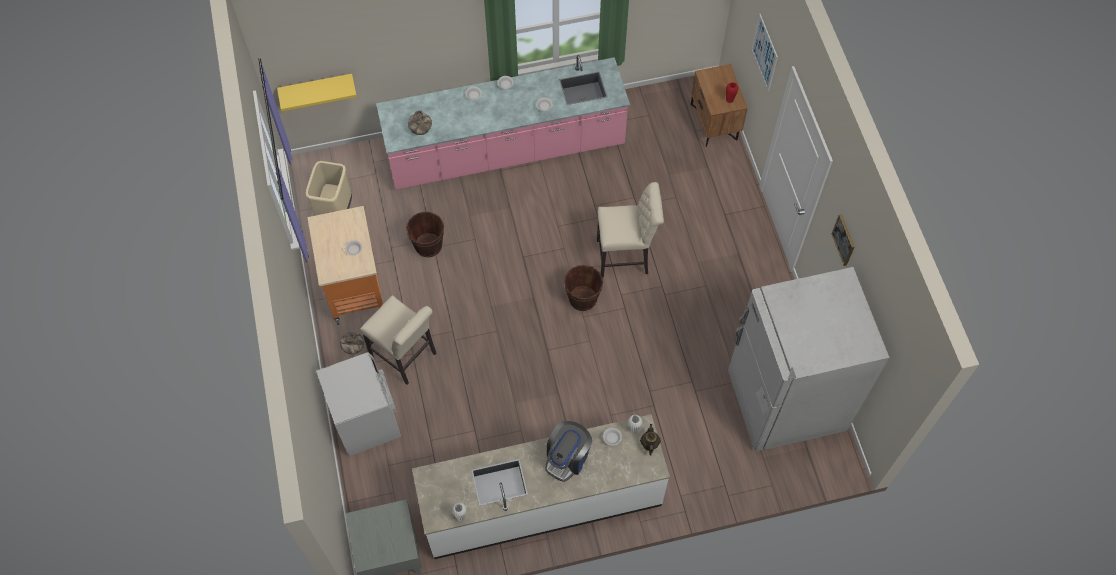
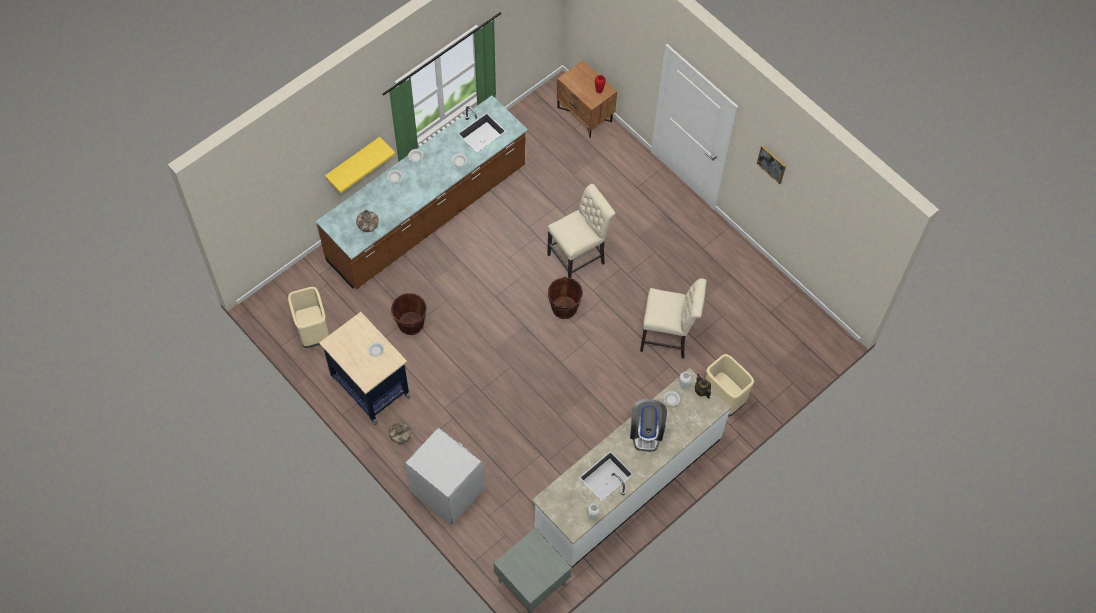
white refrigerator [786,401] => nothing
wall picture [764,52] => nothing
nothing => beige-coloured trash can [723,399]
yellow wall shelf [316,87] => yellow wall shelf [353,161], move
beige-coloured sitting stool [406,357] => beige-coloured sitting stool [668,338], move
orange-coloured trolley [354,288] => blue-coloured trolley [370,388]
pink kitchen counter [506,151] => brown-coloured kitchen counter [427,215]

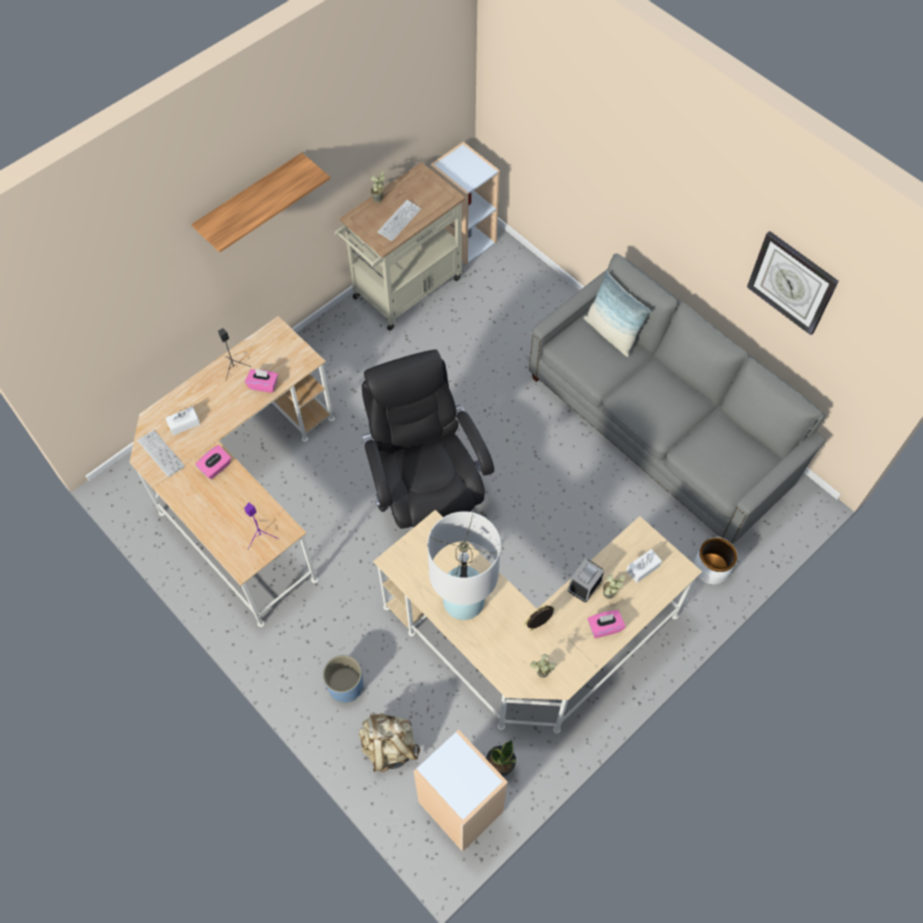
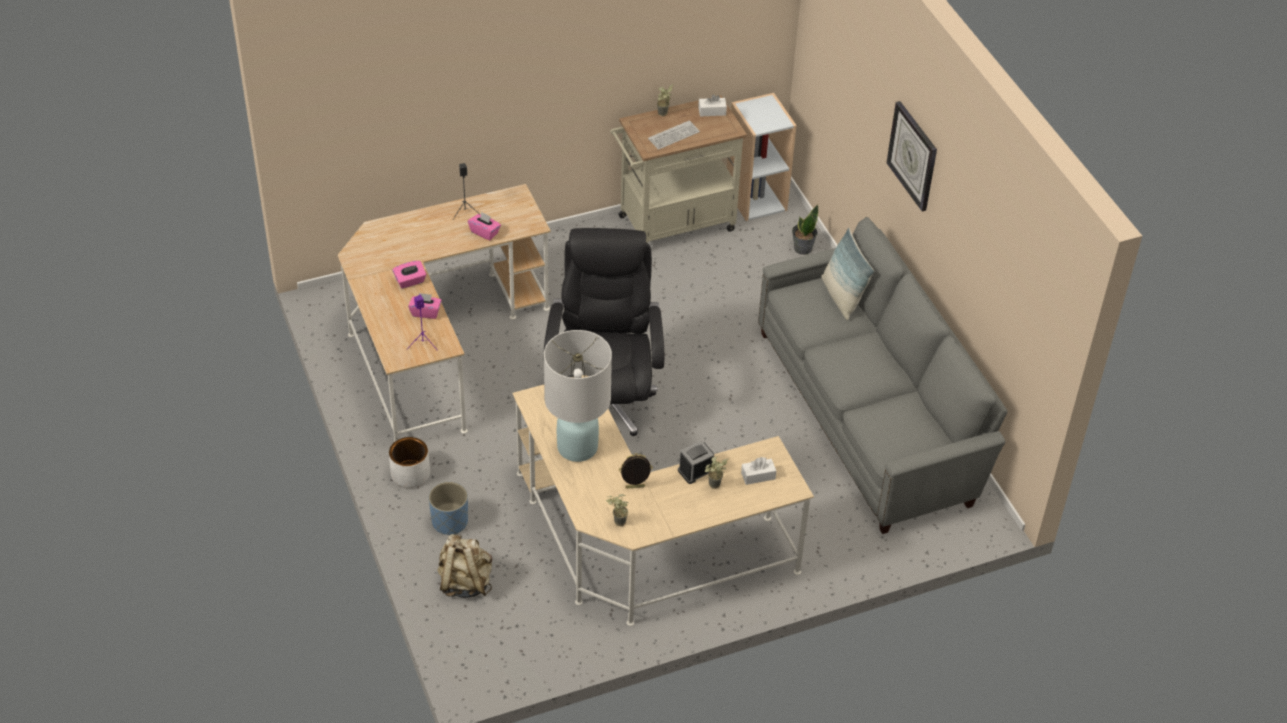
keyboard [161,454] => nothing
wall shelf [251,200] => nothing
bookshelf [461,808] => nothing
white tissue holder [184,424] => white tissue holder [712,111], move
plant in a pot [500,767] => plant in a pot [802,248], move
pink tissue holder [604,627] => pink tissue holder [425,312], move
white flower pot [711,567] => white flower pot [410,474], move
clock on the wall [792,282] => clock on the wall [913,155], move

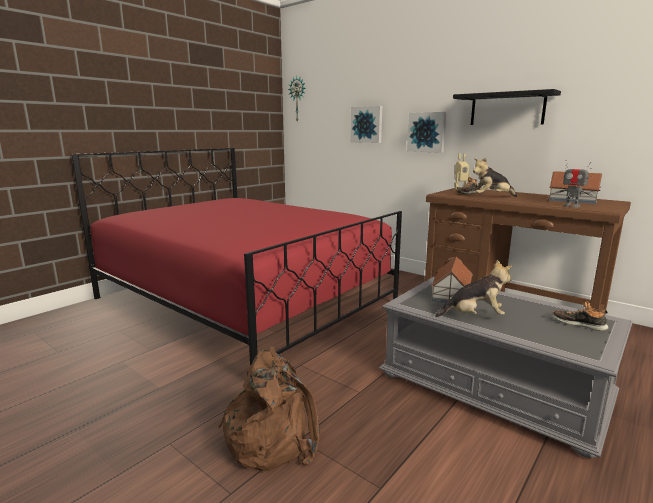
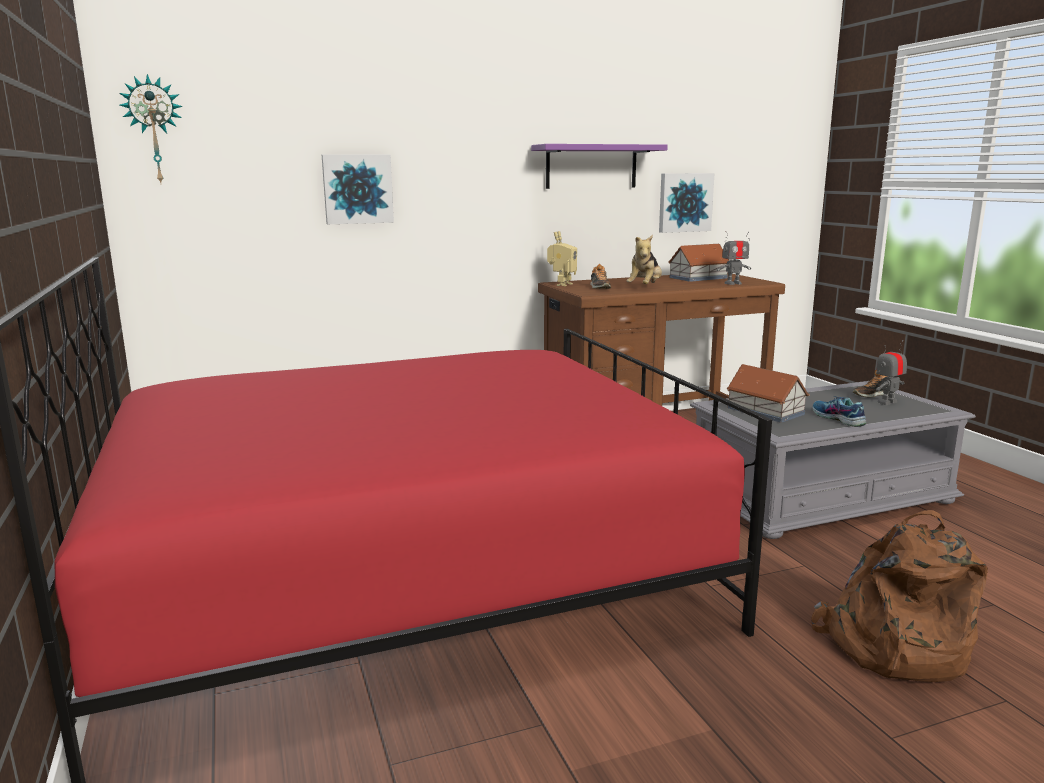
nothing => model robot [887,402]
wall picture [427,132] => wall picture [684,202], move
cuddly toy [474,316] => shoe [837,419]
blackish wall shelf [507,109] => purple-coloured wall shelf [591,166]

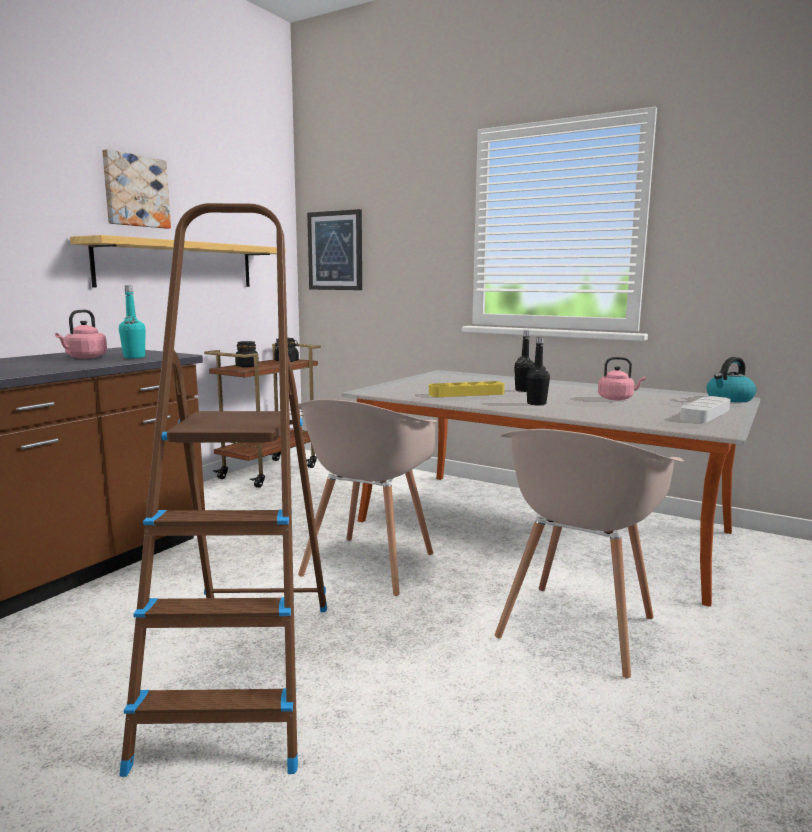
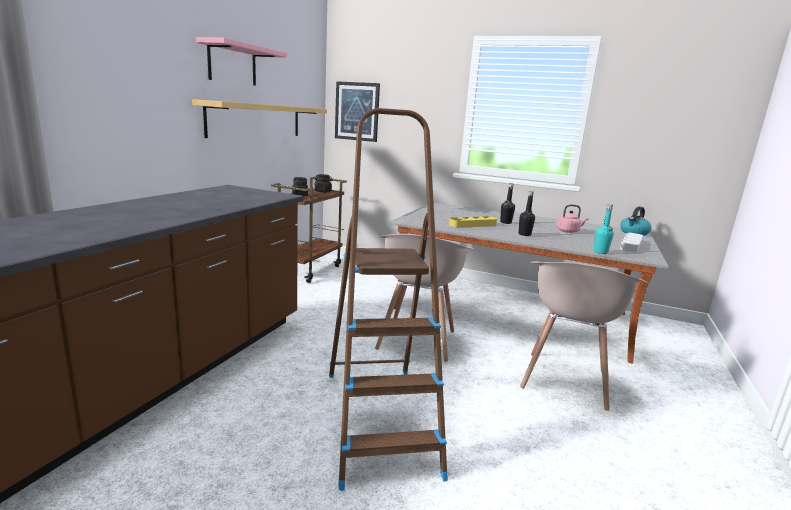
pink kettle [85,357] => nothing
turquoise beverage bottle [134,357] => turquoise beverage bottle [600,252], move
wall picture [135,191] => pink wall shelf [232,64]

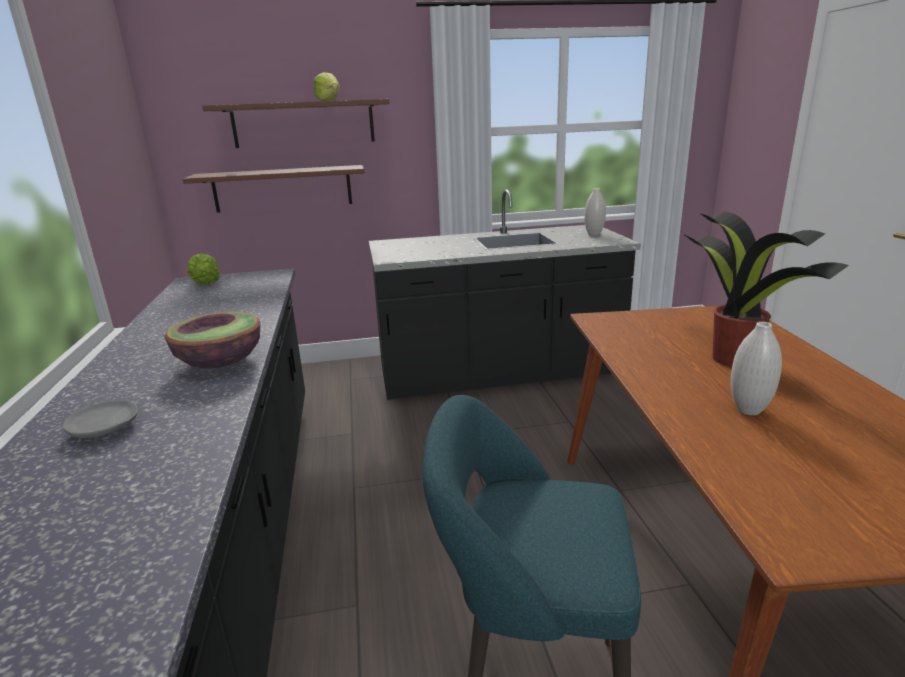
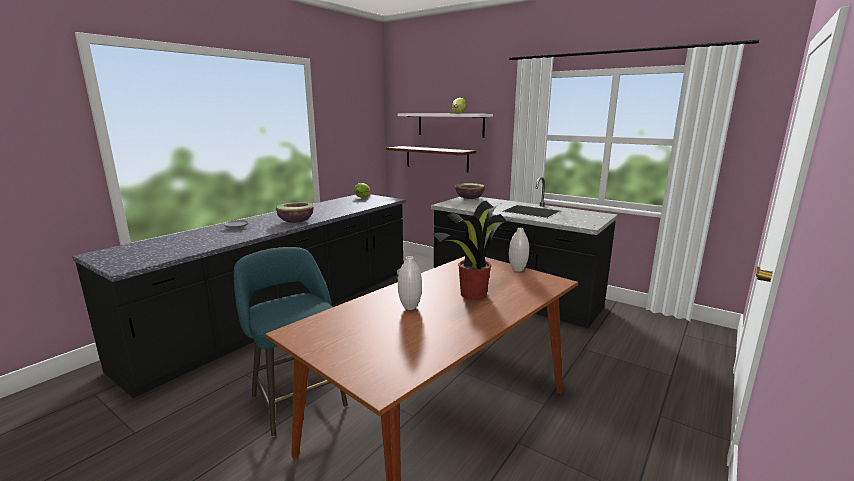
nothing => deep dish [469,198]
white decorative vase [594,234] => white decorative vase [517,270], move
brown-coloured wall shelf [304,124] => white wall shelf [450,125]

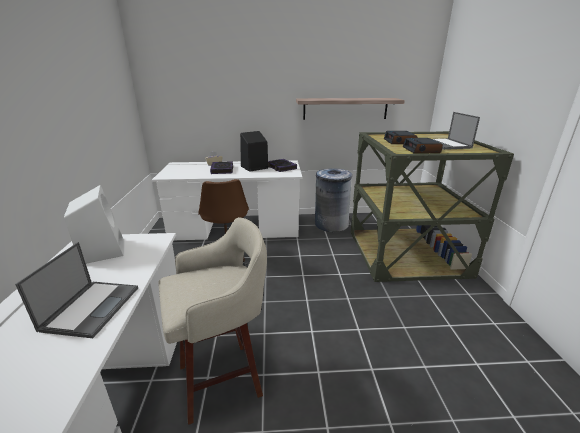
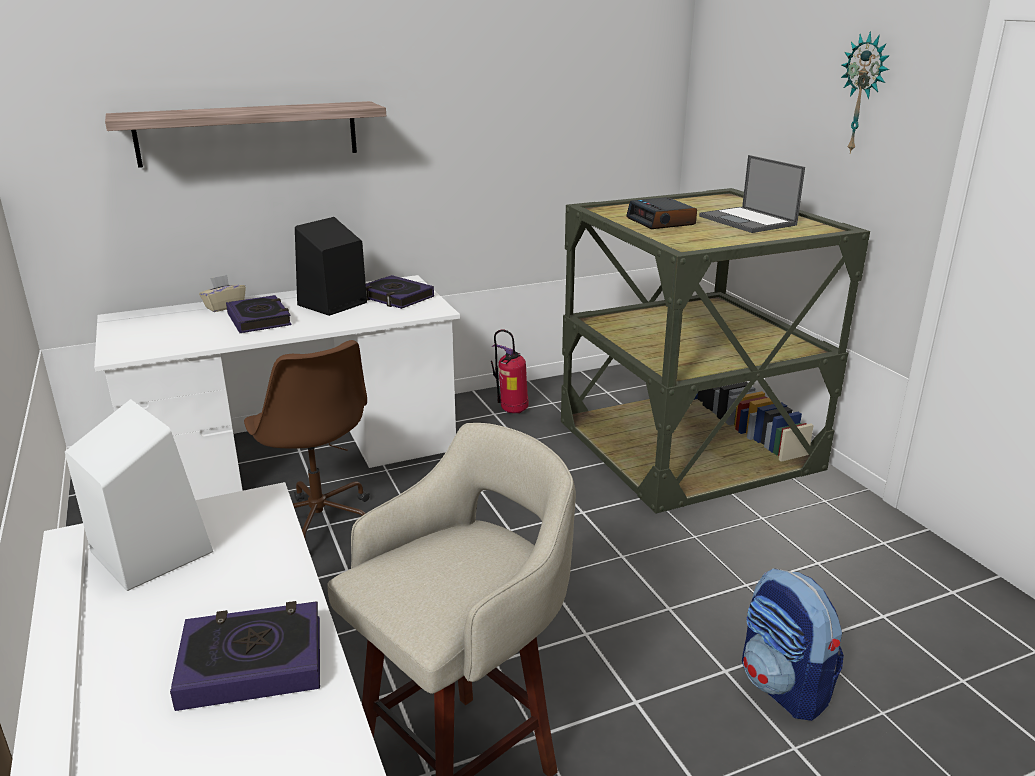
table clock [421,150] => nothing
nothing => rucksack [784,687]
nothing => clock on the wall [863,94]
wall shelf [345,108] => wall shelf [248,133], move
notebook computer [92,307] => volume [252,662]
greyish trash can [331,224] => fire-fighting cylinder [511,411]

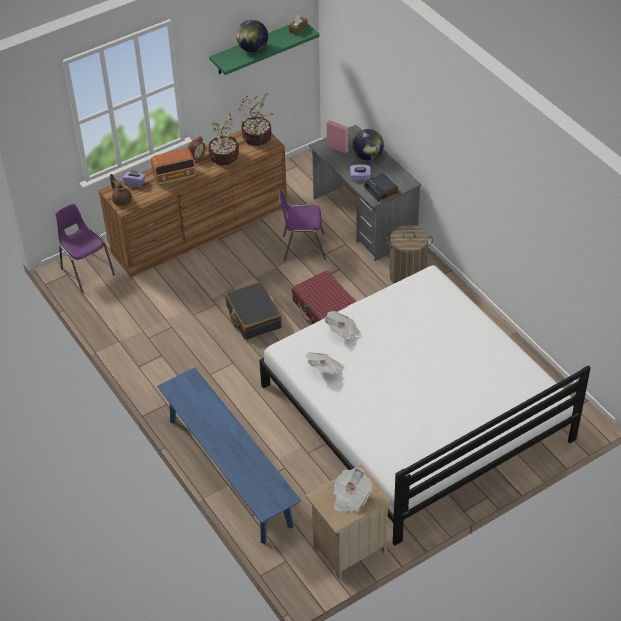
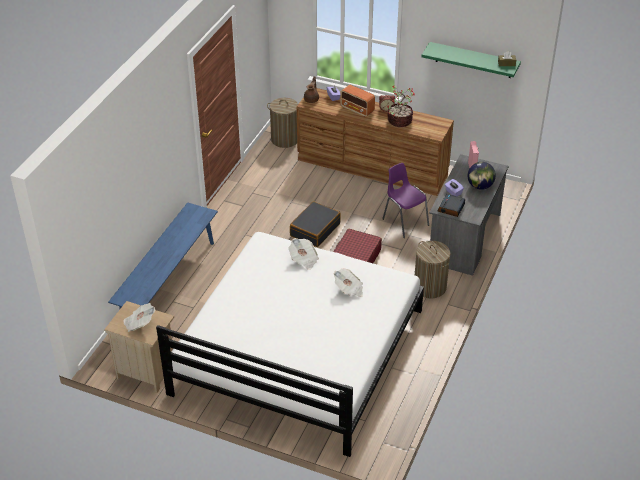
globe [252,49] => nothing
plant in a pot [257,137] => nothing
printed paper [325,369] => printed paper [349,289], move
purple-coloured chair [86,271] => washing basket [285,139]

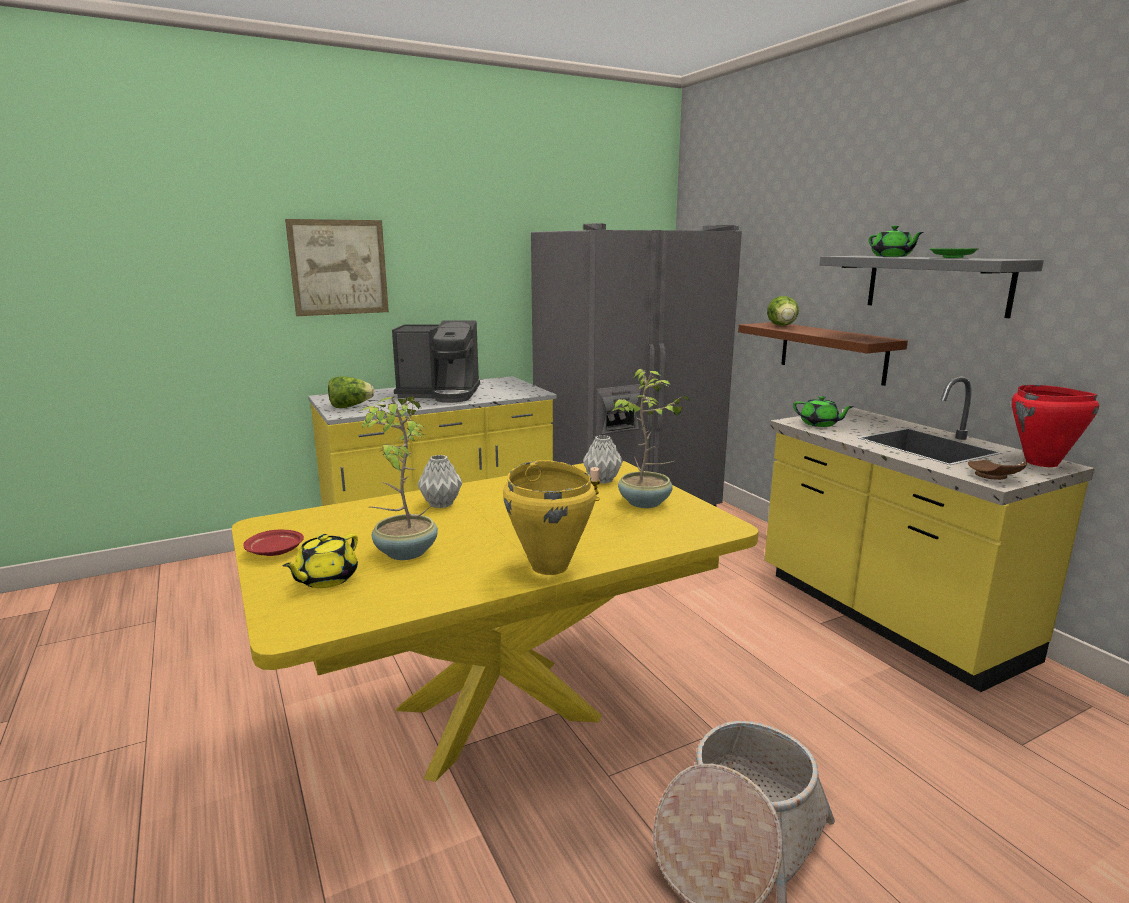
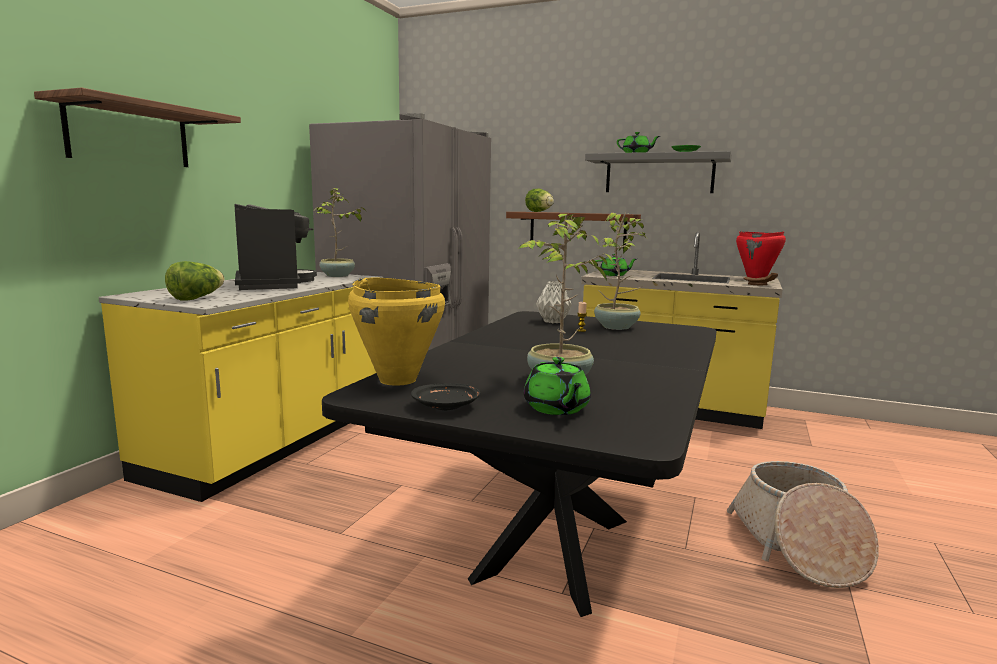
greyish decorative vase [441,504] => nothing
nothing => plant in a pot [338,276]
yellow saucepot [550,566] => yellow saucepot [398,380], move
wall picture [339,267] => wall shelf [129,135]
yellow dinner table [499,714] => blackish dinner table [556,548]
red flat dish [275,551] => blackish flat dish [446,406]
yellow teapot [326,579] => green-coloured teapot [556,408]
coffee brewer [440,394] => coffee brewer [271,284], 75 degrees counterclockwise

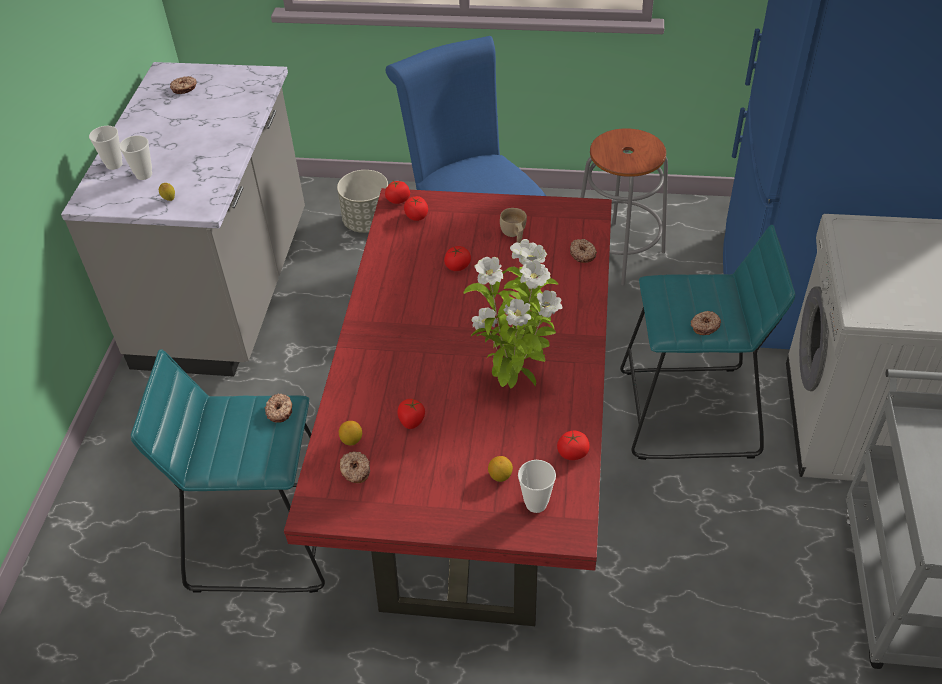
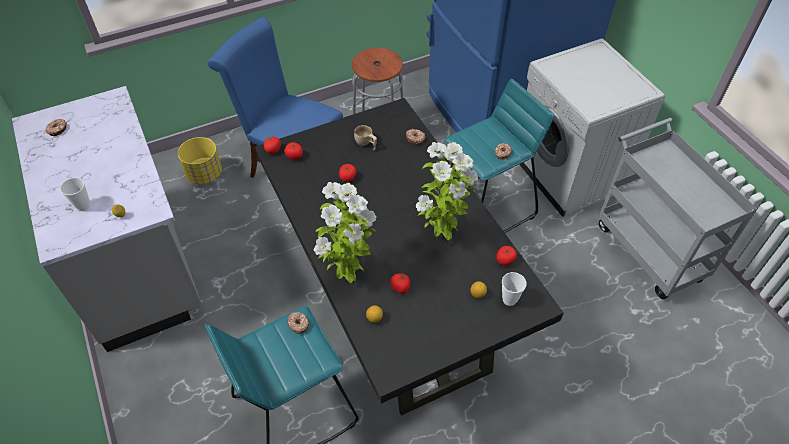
cup [114,164] => nothing
ring doughnut [355,471] => nothing
nothing => plant in a pot [347,274]
red dinner table [478,472] => blackish dinner table [395,301]
greyish flower pot [368,222] => yellow flower pot [205,174]

